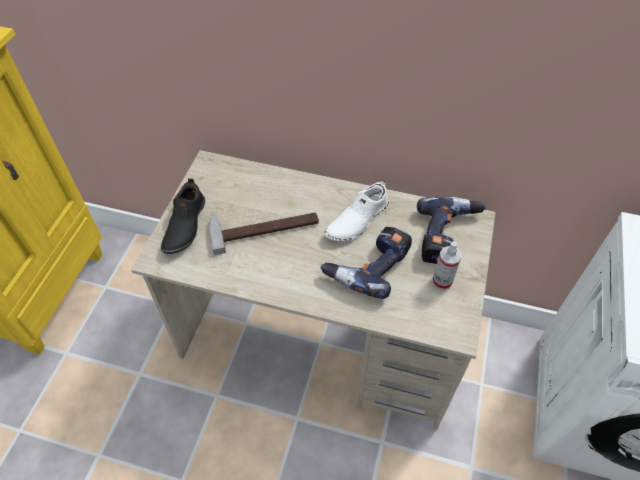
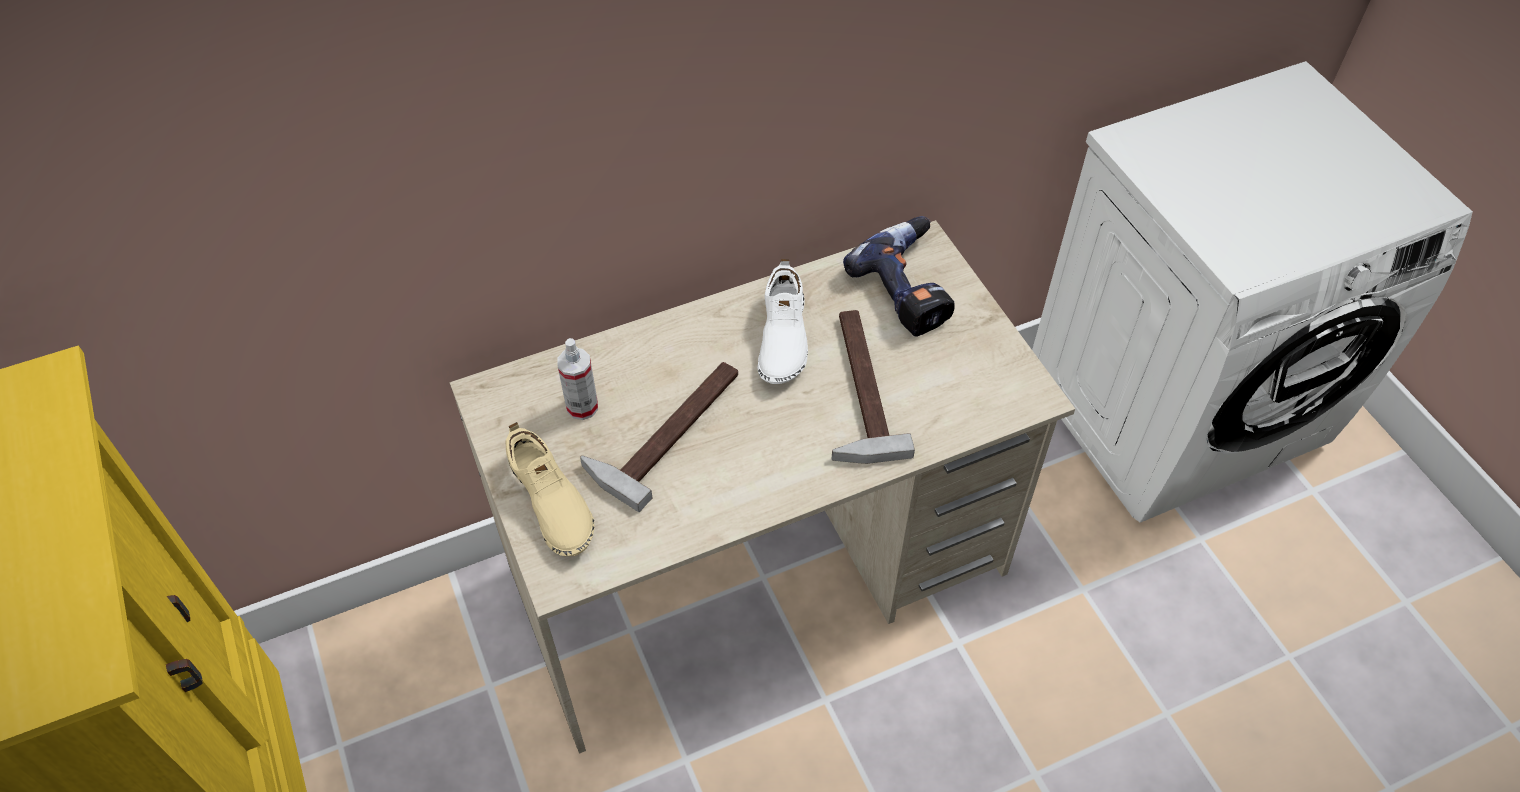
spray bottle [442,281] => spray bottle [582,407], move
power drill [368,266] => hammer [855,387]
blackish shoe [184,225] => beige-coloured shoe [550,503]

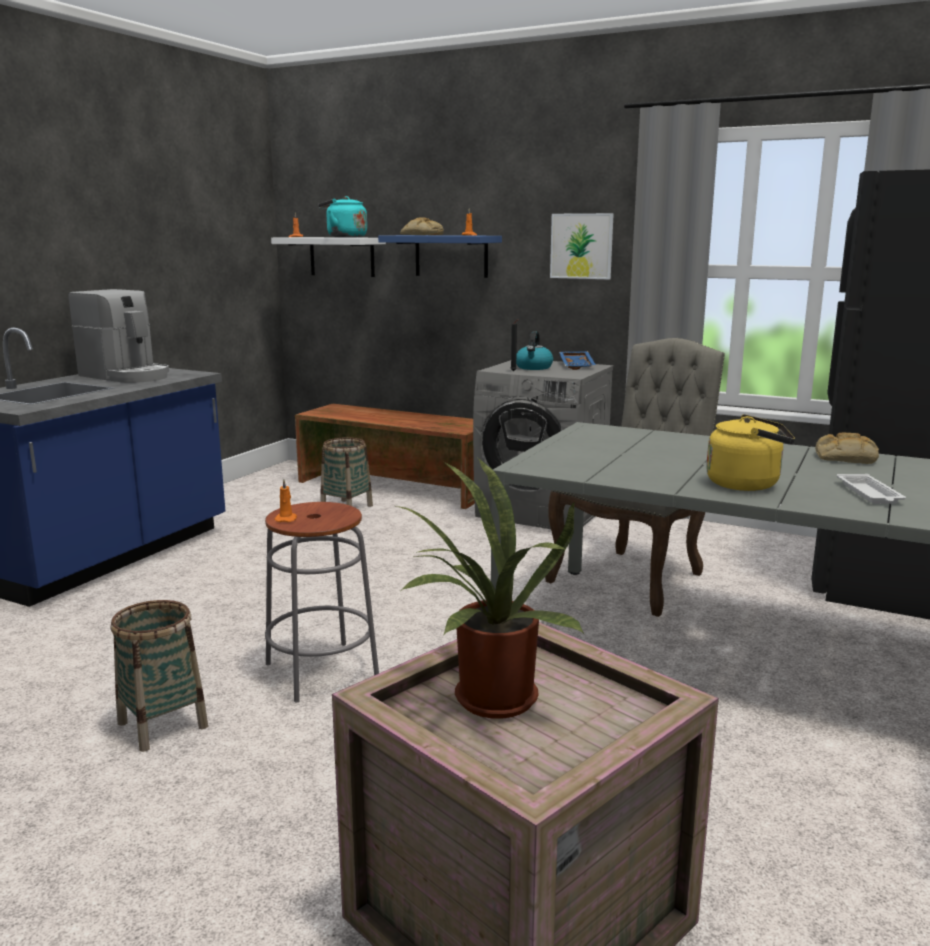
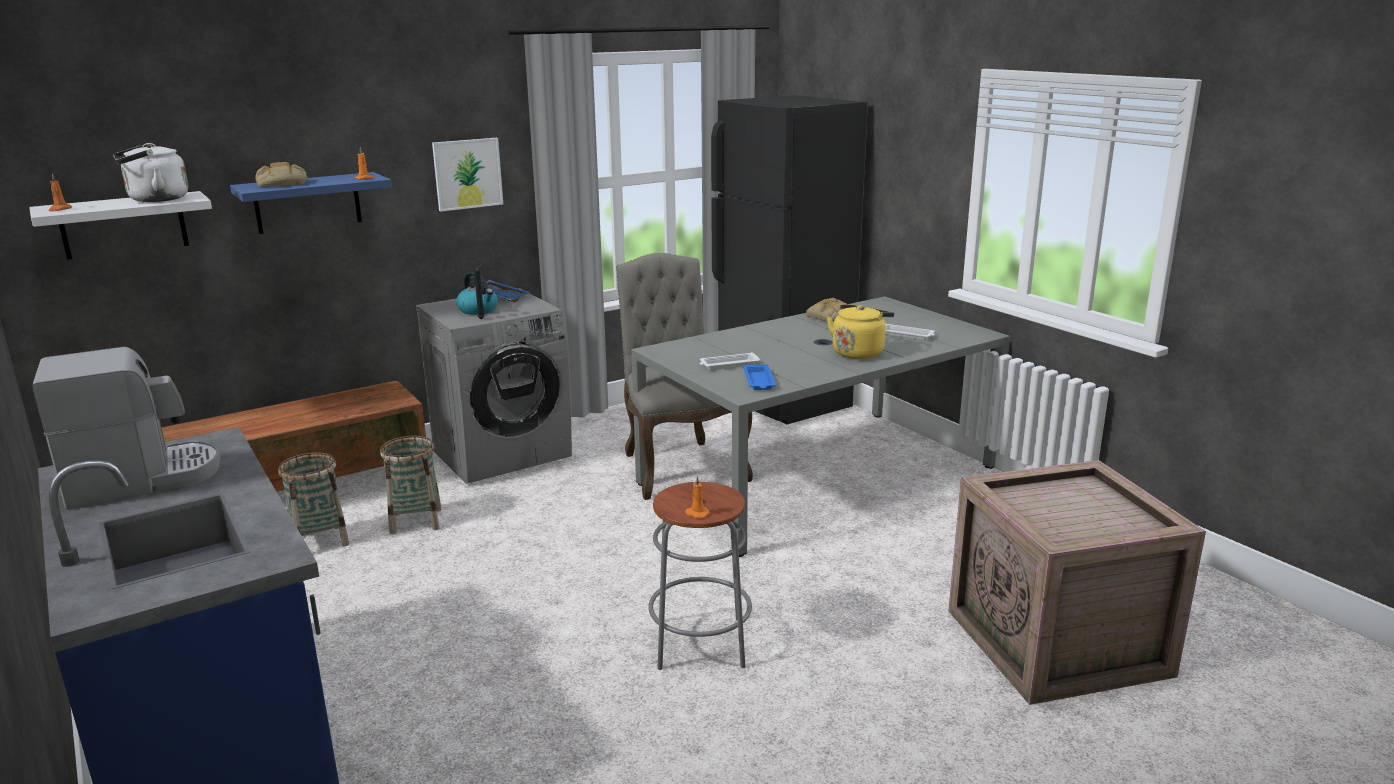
plant in a pot [487,702] => nothing
nothing => white serving tray [728,365]
nothing => blue-coloured serving tray [759,381]
basket [163,724] => basket [416,521], move
turquoise kettle [344,237] => white kettle [154,199]

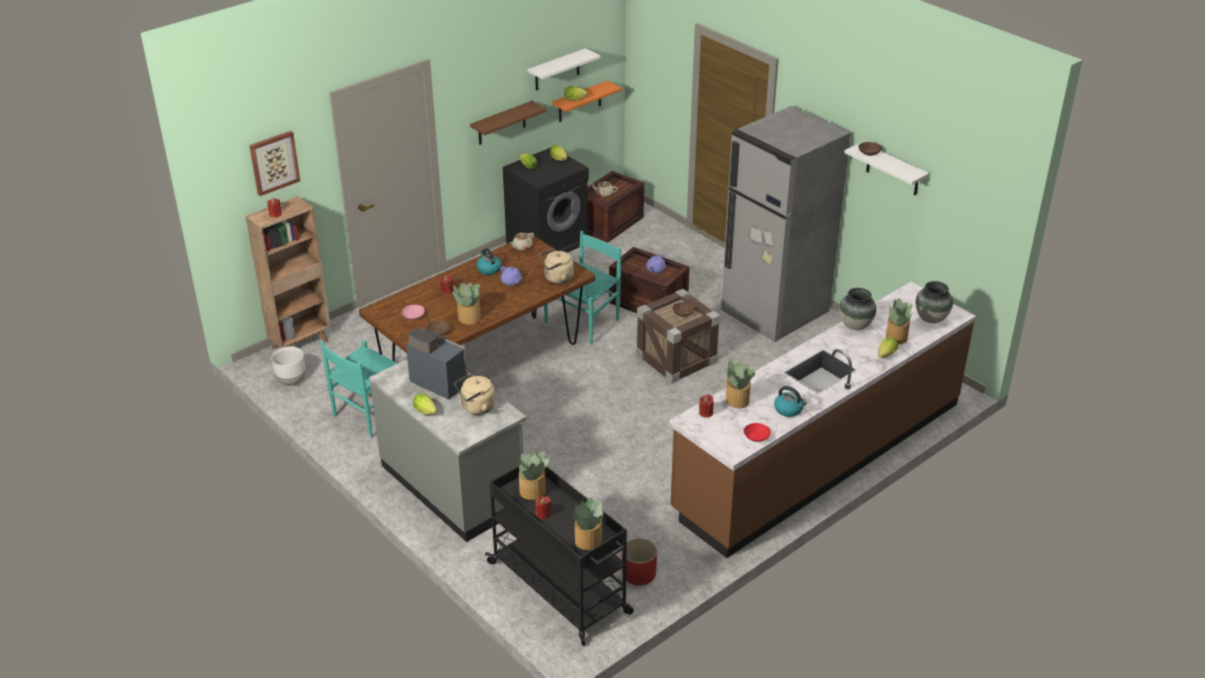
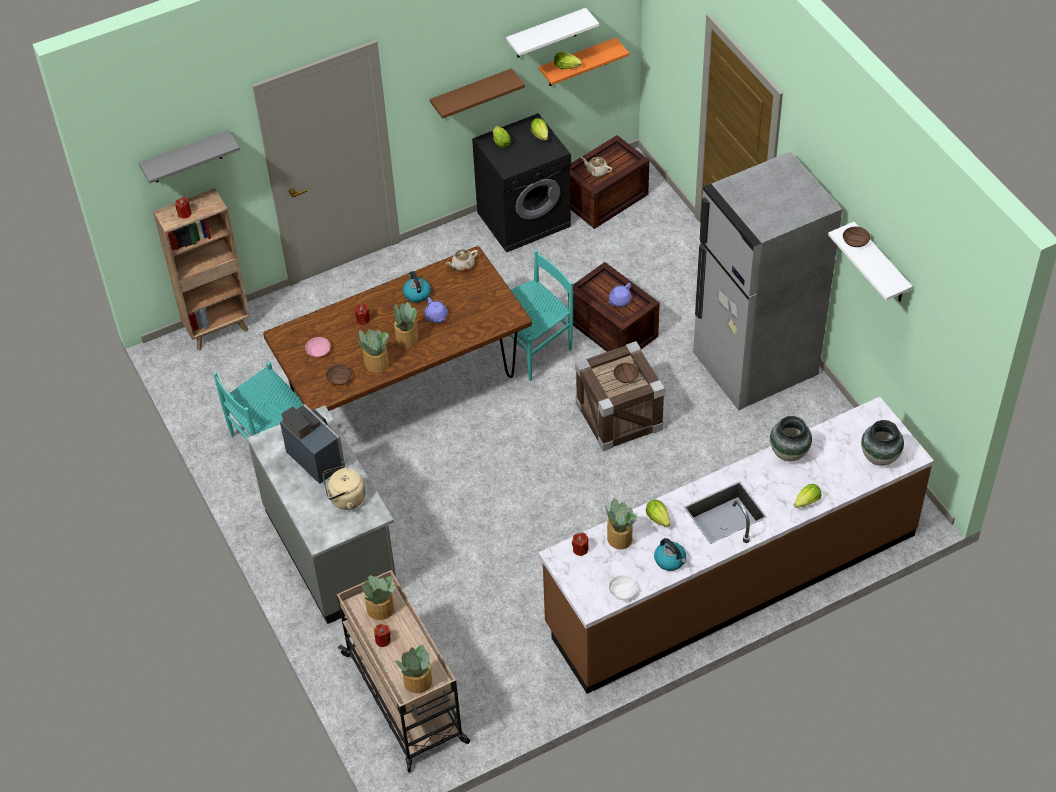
white flower pot [291,381] => nothing
beige-coloured kettle [557,278] => nothing
red flower pot [639,573] => nothing
lettuce [427,412] => lettuce [659,520], move
plant in a pot [896,337] => plant in a pot [406,339], move
wall picture [274,162] => greyish wall shelf [186,157]
blackish trolley [560,589] => beige-coloured trolley [405,699]
red deep dish [757,436] => white deep dish [623,591]

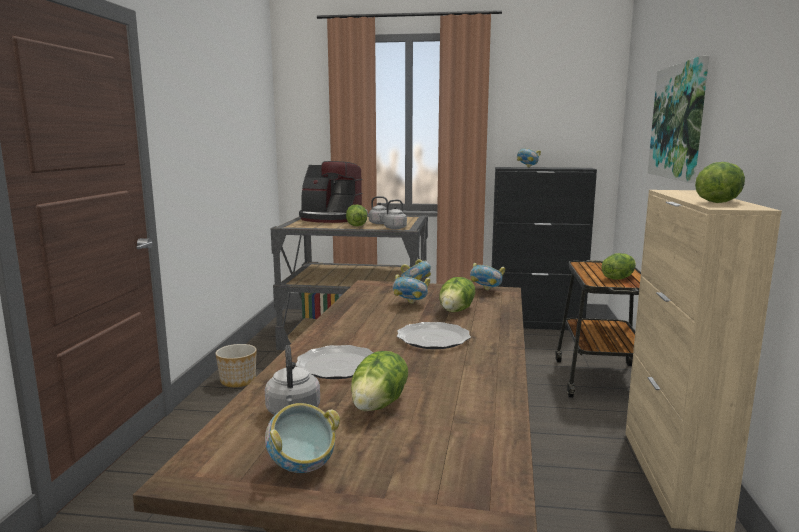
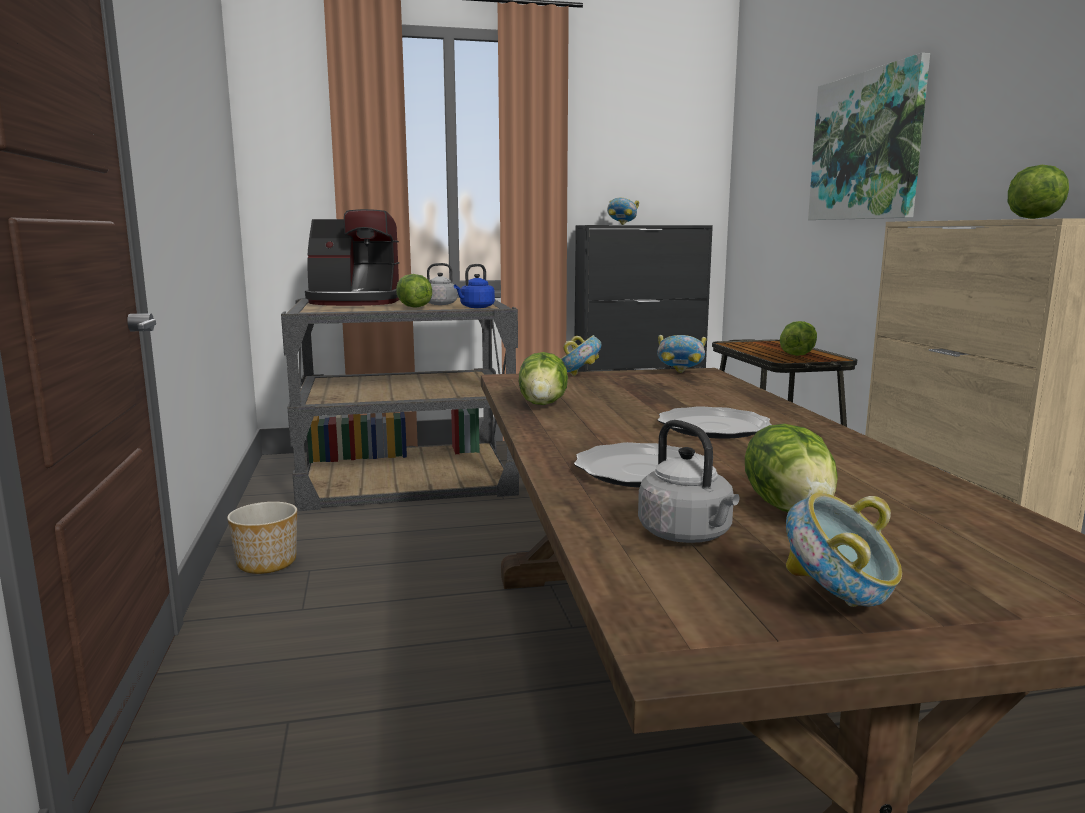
deep dish [410,304] => nothing
lettuce [456,310] => lettuce [544,404], move
greyish kettle [393,228] => blue-coloured kettle [475,307]

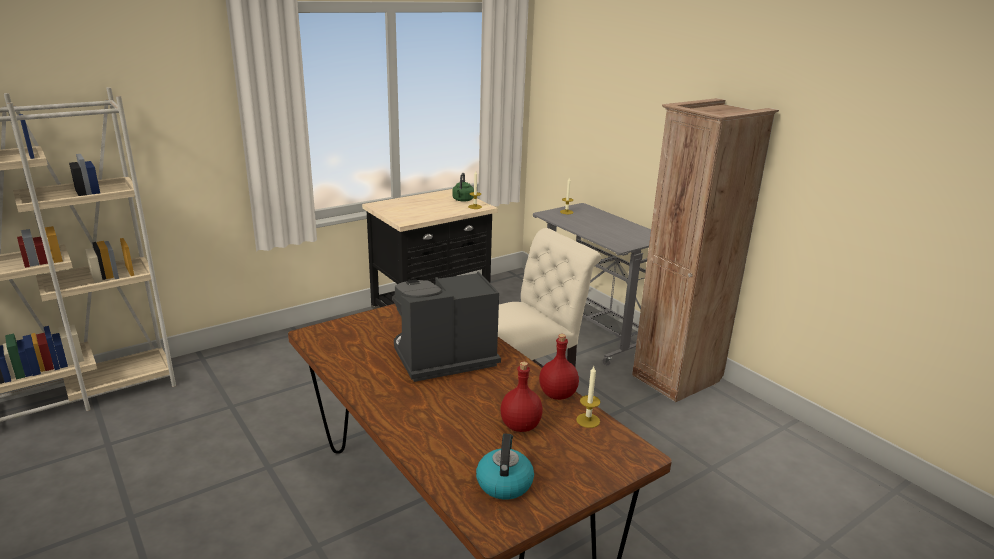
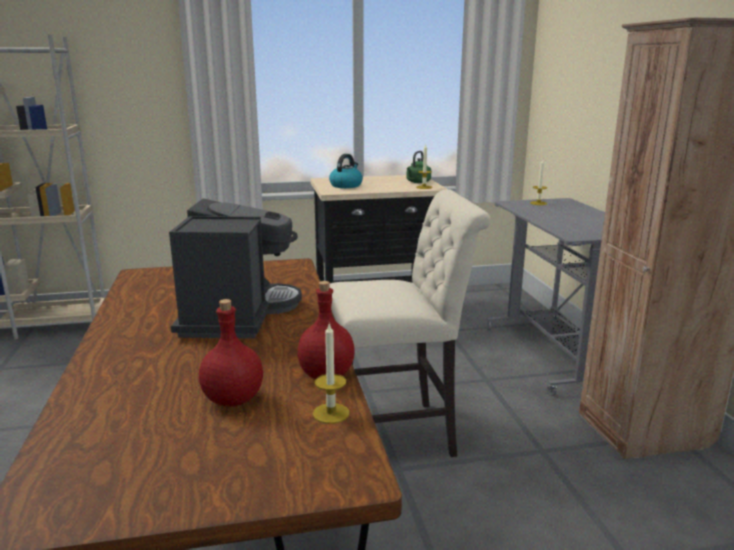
kettle [504,482] => kettle [346,185], move
coffee brewer [442,359] => coffee brewer [236,314], 90 degrees clockwise

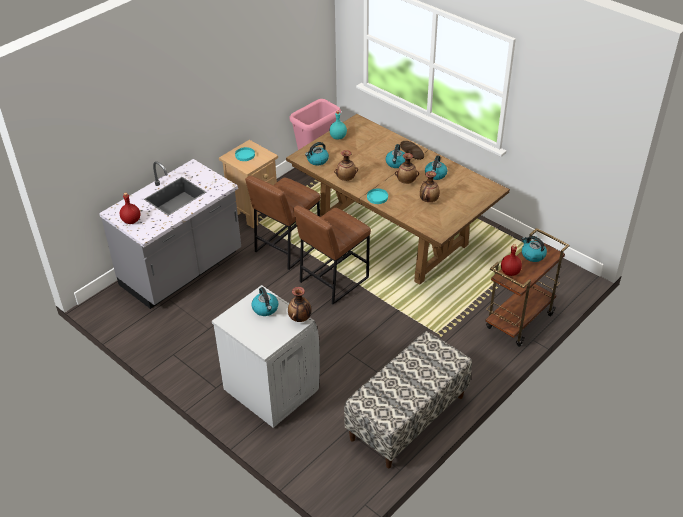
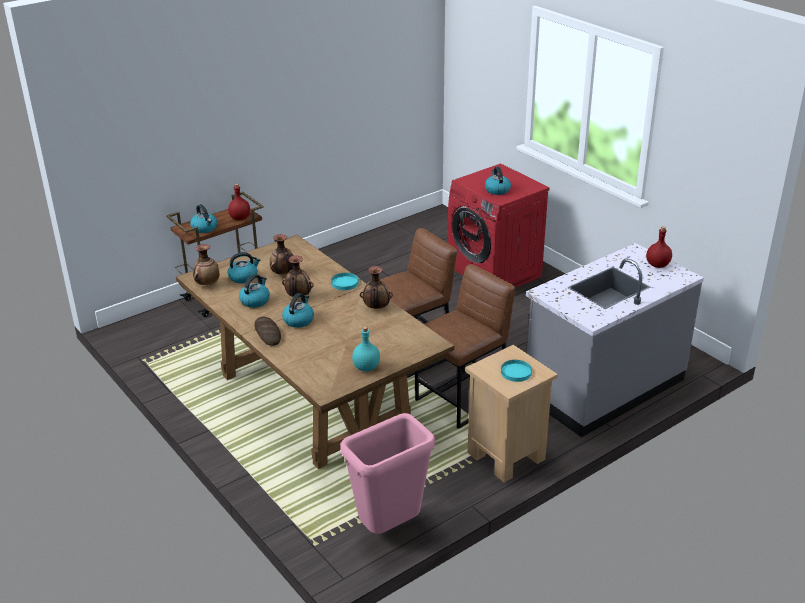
bench [407,418] => nothing
decorative vase [300,318] => decorative vase [207,284], move
kettle [317,160] => kettle [243,277], move
white laundry machine [271,389] => red laundry machine [495,273]

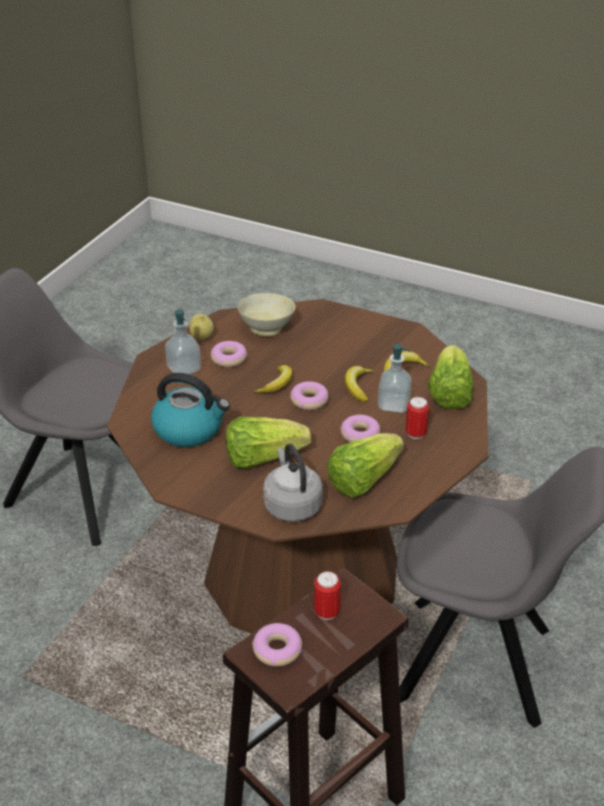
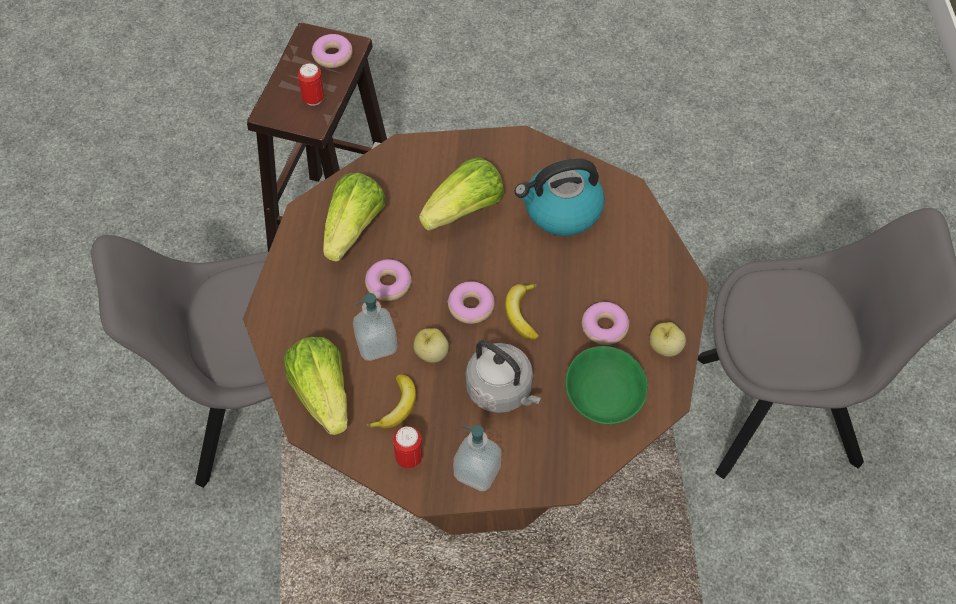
soap dispenser [184,369] => soap dispenser [477,471], move
greyish kettle [291,504] => greyish kettle [502,391], move
metal can [415,433] => metal can [409,458], move
banana [358,387] => apple fruit [431,353]
beige-coloured deep dish [267,328] => green-coloured deep dish [602,402]

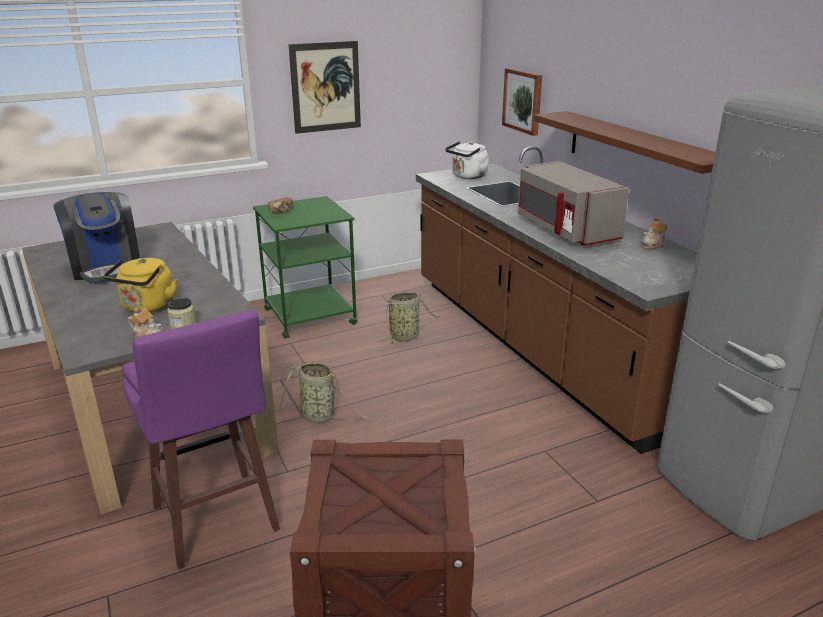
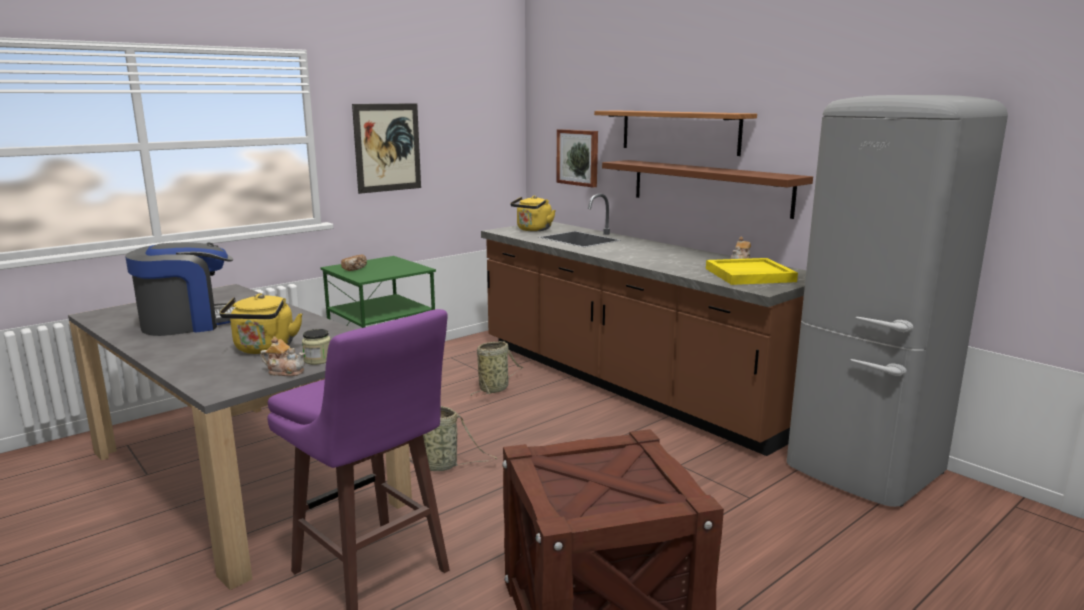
greyish microwave [564,229] => nothing
nothing => wall shelf [679,131]
nothing => yellow serving tray [749,275]
white kettle [467,176] => yellow kettle [533,230]
coffee brewer [106,268] => coffee brewer [189,323], 75 degrees counterclockwise

